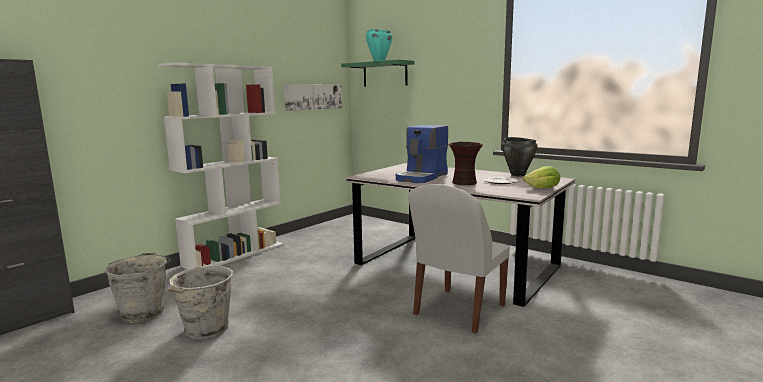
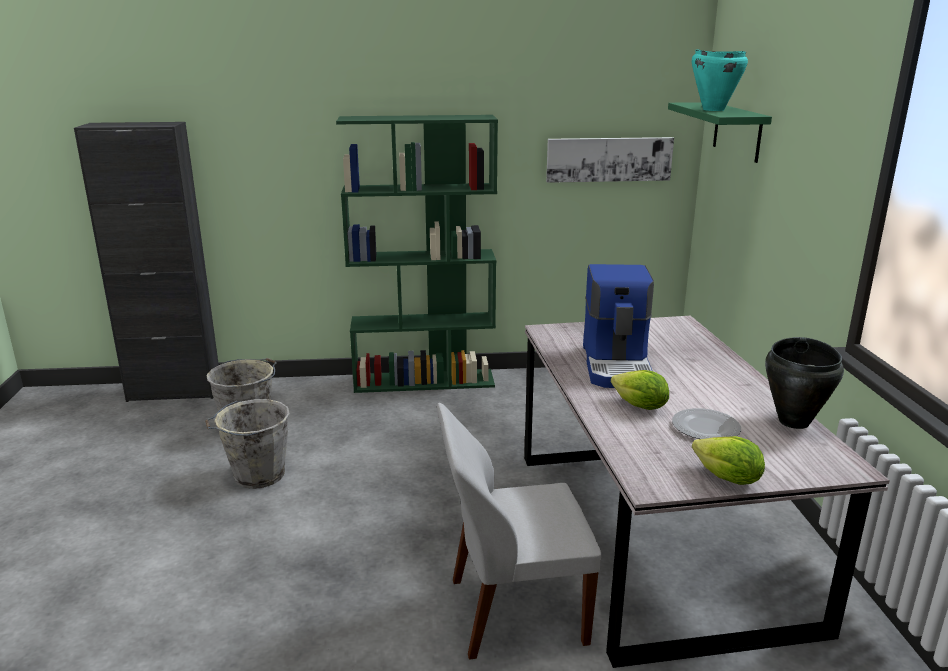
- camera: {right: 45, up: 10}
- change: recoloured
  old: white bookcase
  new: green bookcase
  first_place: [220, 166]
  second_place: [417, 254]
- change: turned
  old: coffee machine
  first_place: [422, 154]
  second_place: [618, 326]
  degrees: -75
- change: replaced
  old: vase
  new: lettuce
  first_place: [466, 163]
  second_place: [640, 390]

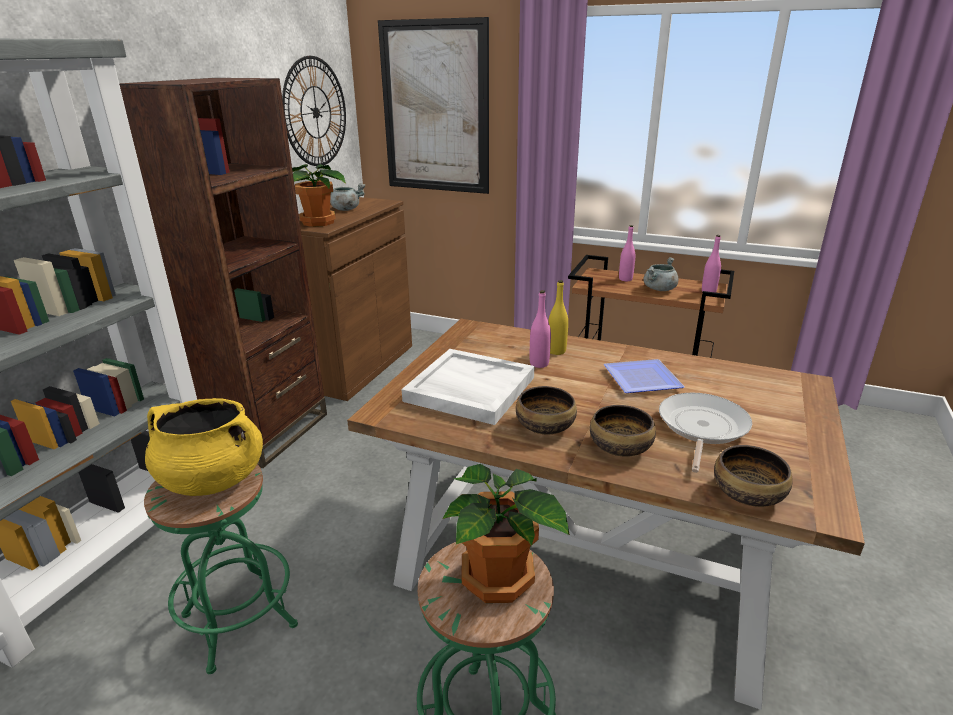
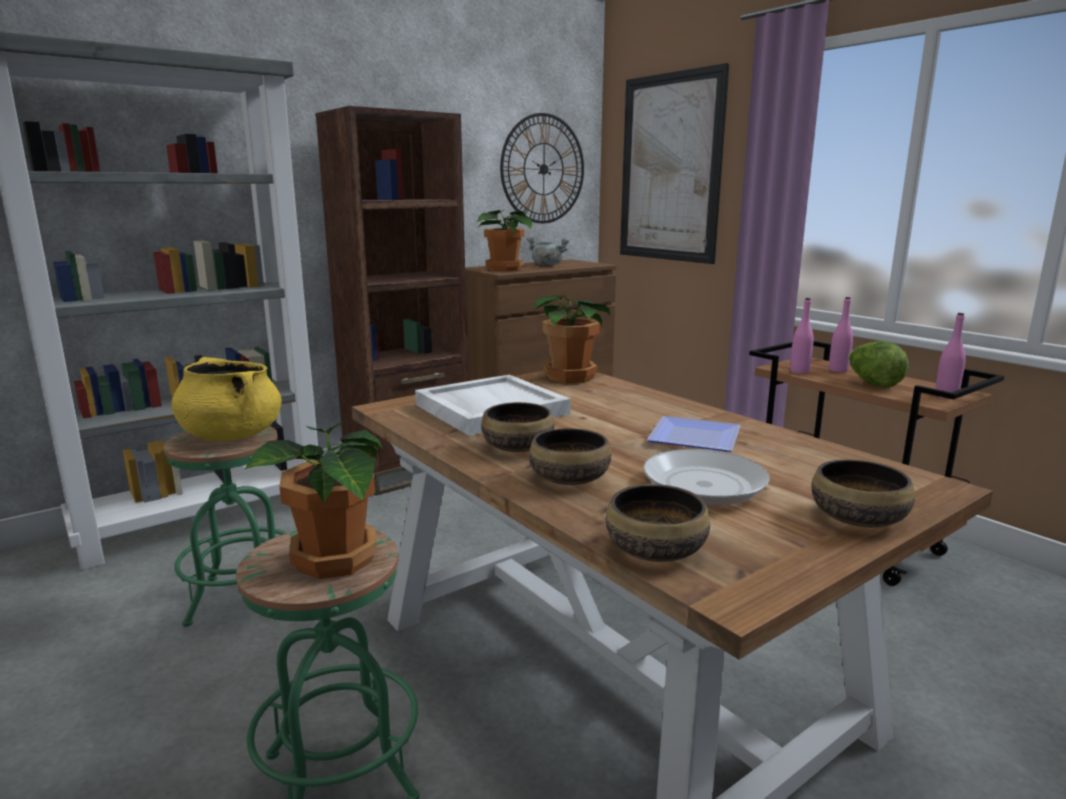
- camera: {right: 30, up: -10}
- change: moved
  old: pink bottle
  first_place: [540, 329]
  second_place: [802, 336]
- change: removed
  old: yellow bottle
  first_place: [558, 317]
- change: replaced
  old: grey cooking pot
  new: lettuce
  first_place: [661, 274]
  second_place: [878, 364]
- change: added
  new: potted plant
  second_place: [572, 338]
- change: added
  new: bowl
  second_place: [863, 493]

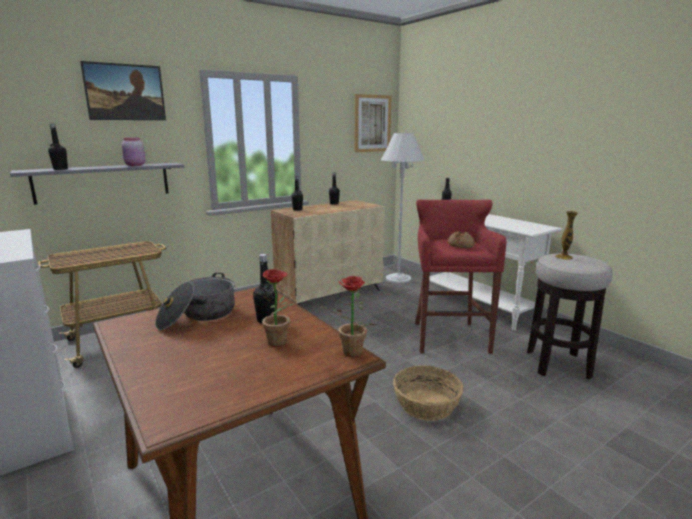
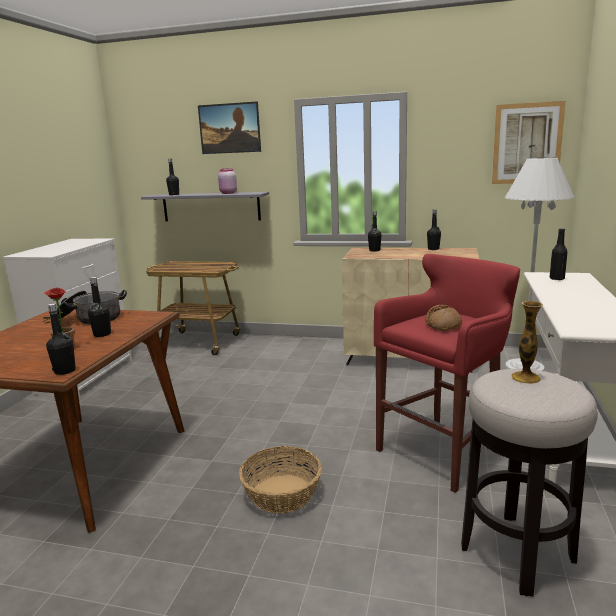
- camera: {right: 50, up: 0}
- change: replaced
  old: potted plant
  new: black bottle
  first_place: [349, 316]
  second_place: [60, 339]

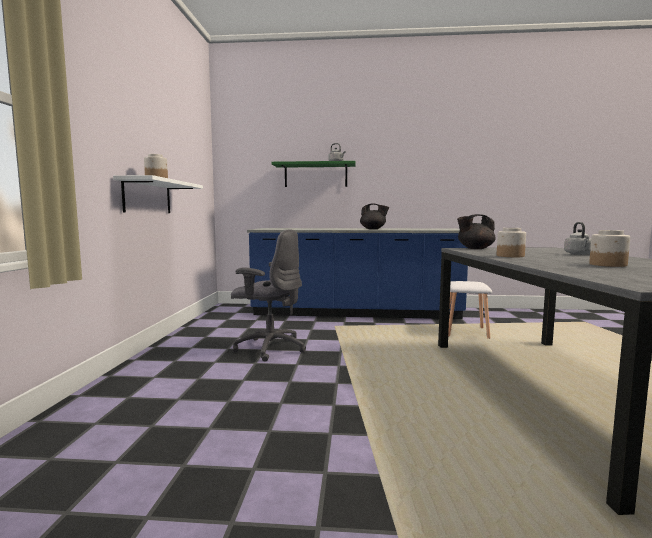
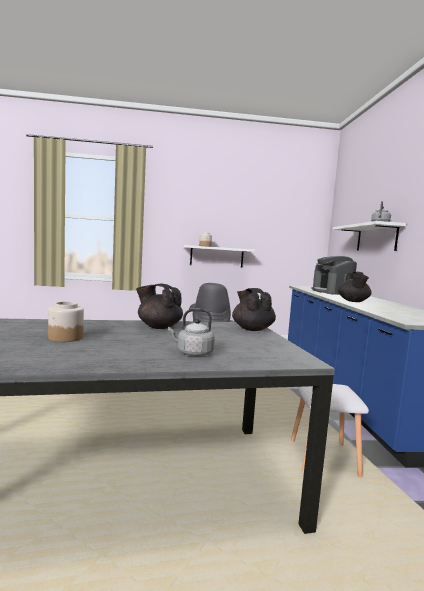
- camera: {right: 80, up: 0}
- change: recoloured
  old: green shelf
  new: white shelf
  first_place: [314, 174]
  second_place: [369, 236]
- change: replaced
  old: jar
  new: black teapot
  first_place: [511, 242]
  second_place: [159, 306]
- change: added
  new: coffee machine
  second_place: [334, 275]

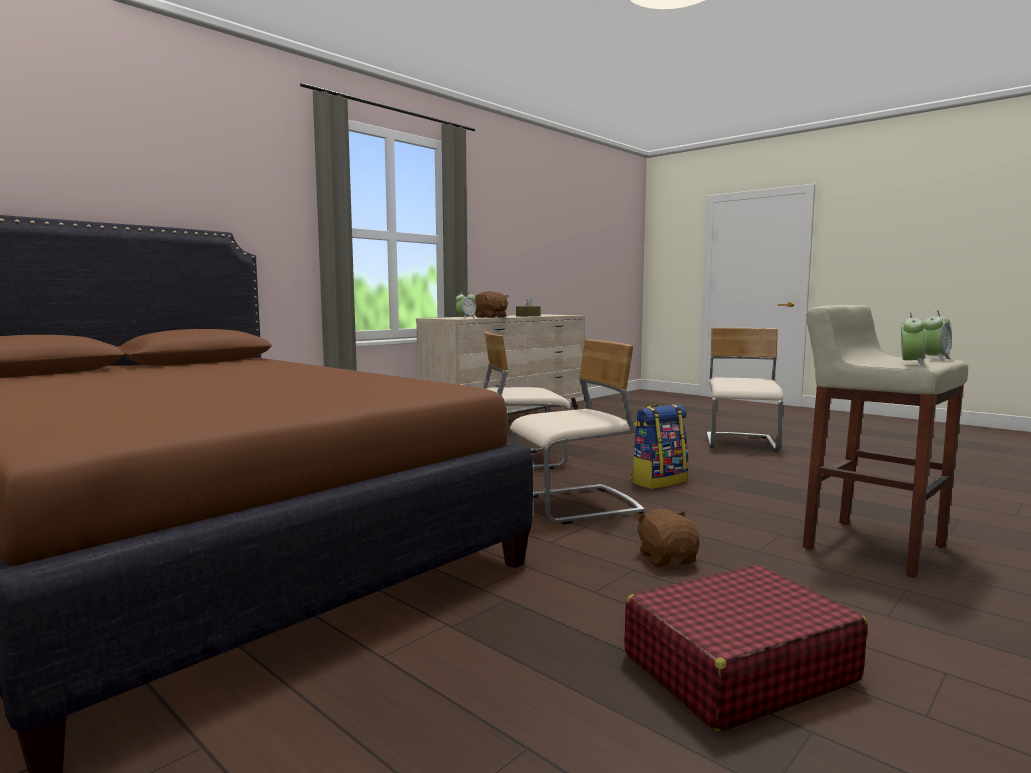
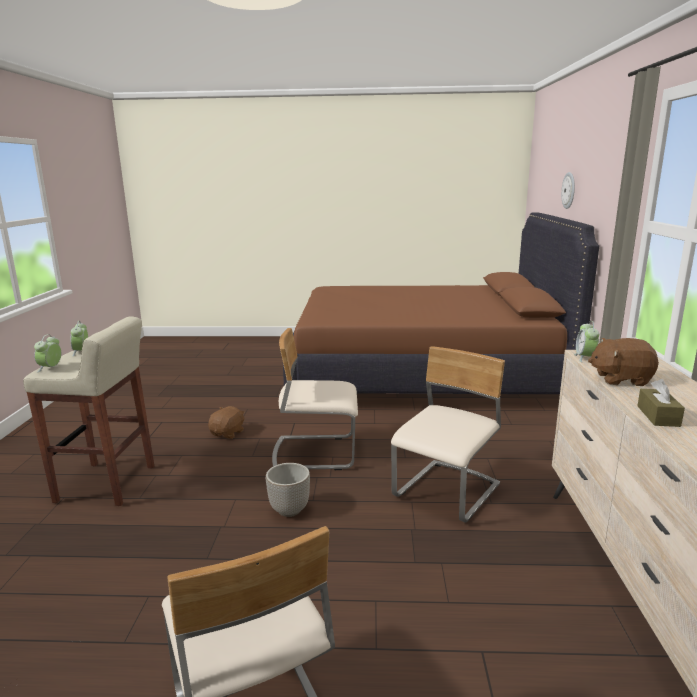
- camera: {right: 140, up: 10}
- change: turned
  old: beige chair
  first_place: [577, 432]
  second_place: [315, 399]
  degrees: 60
- change: removed
  old: red suitcase
  first_place: [746, 648]
- change: replaced
  old: backpack
  new: planter
  first_place: [659, 446]
  second_place: [288, 490]
- change: turned
  old: brown plush toy
  first_place: [667, 538]
  second_place: [226, 422]
  degrees: -105
- change: added
  new: wall clock
  second_place: [568, 190]

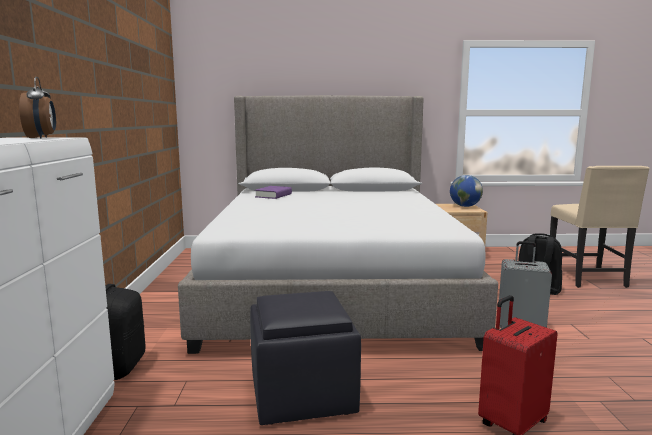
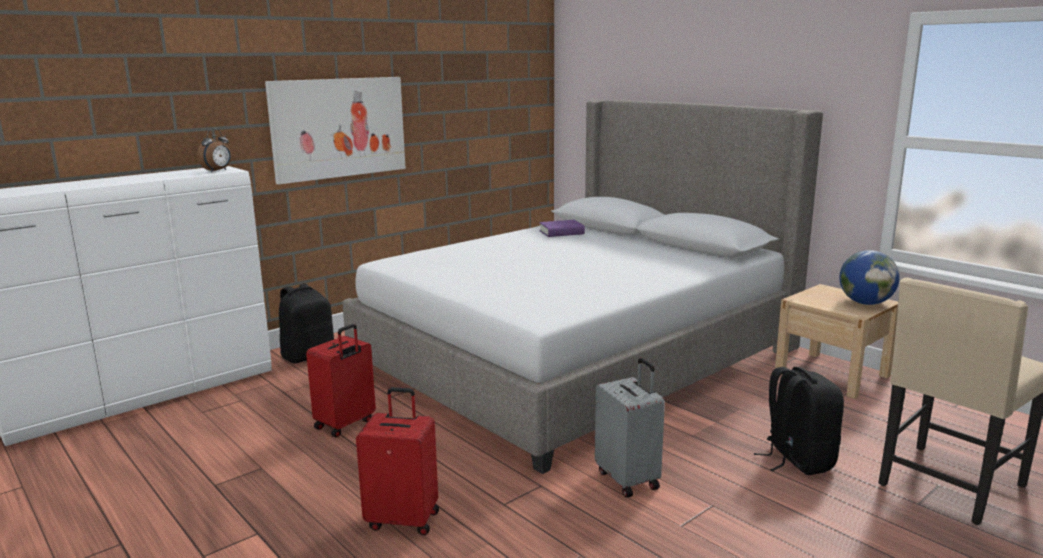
- camera: {right: 50, up: 5}
- change: replaced
  old: black ottoman
  new: red suitcase
  first_place: [305, 358]
  second_place: [341, 380]
- change: added
  new: picture
  second_place: [335, 130]

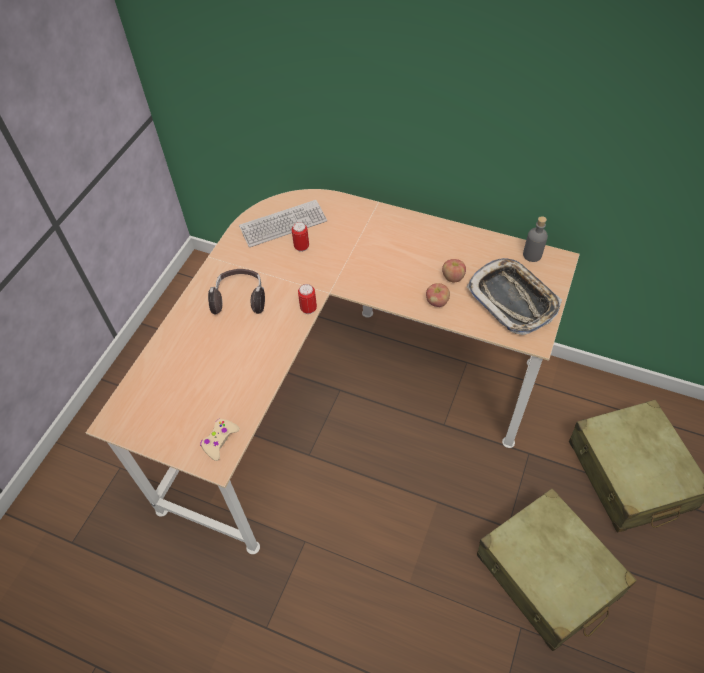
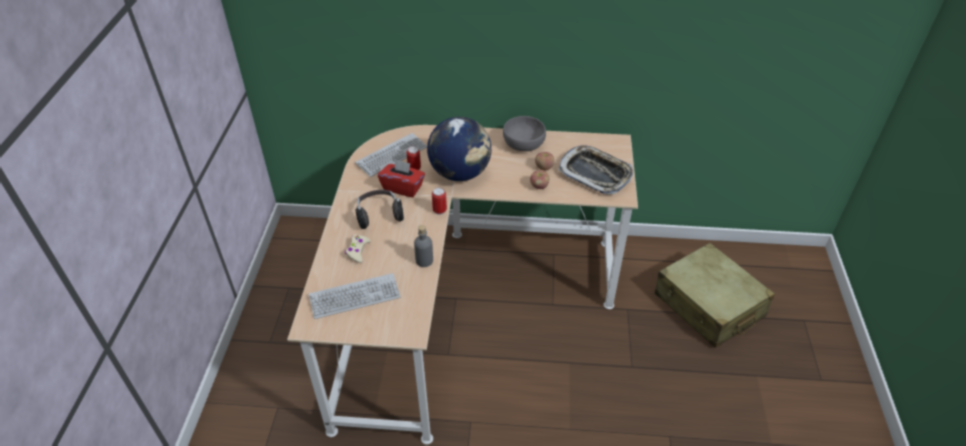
- camera: {right: -20, up: -10}
- change: moved
  old: beige game controller
  first_place: [220, 440]
  second_place: [358, 248]
- change: removed
  old: beige suitcase
  first_place: [557, 569]
- change: moved
  old: grey bottle
  first_place: [535, 239]
  second_place: [423, 246]
- change: added
  new: keyboard
  second_place: [354, 296]
- change: added
  new: red tissue box
  second_place: [401, 178]
- change: added
  new: globe
  second_place: [459, 149]
- change: added
  new: grey bowl
  second_place: [524, 133]

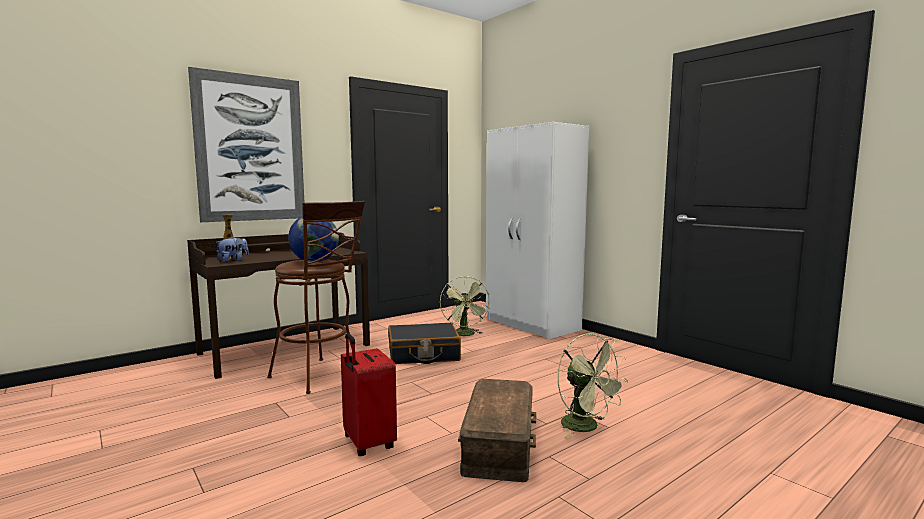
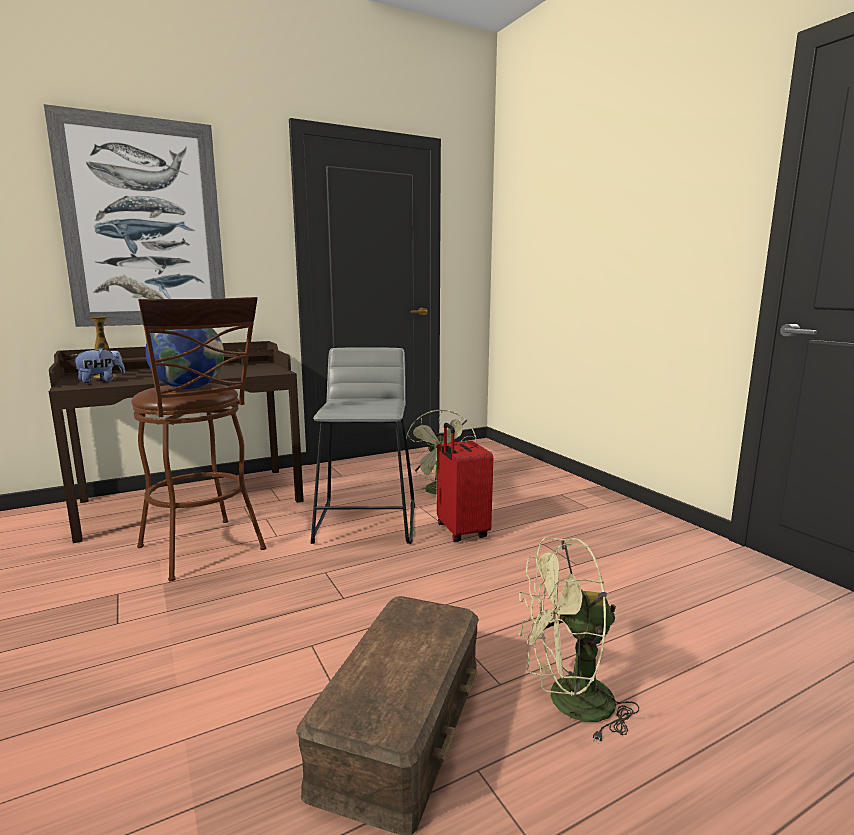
- camera: {right: 10, up: 5}
- change: moved
  old: red suitcase
  first_place: [369, 394]
  second_place: [465, 482]
- change: replaced
  old: black suitcase
  new: grey stool
  first_place: [424, 343]
  second_place: [363, 445]
- change: removed
  old: white wardrobe
  first_place: [537, 230]
- change: turned
  old: green fan
  first_place: [593, 385]
  second_place: [579, 640]
  degrees: 105

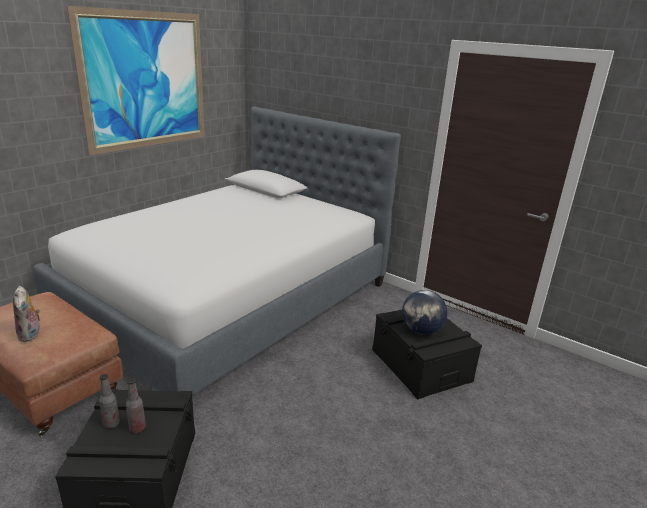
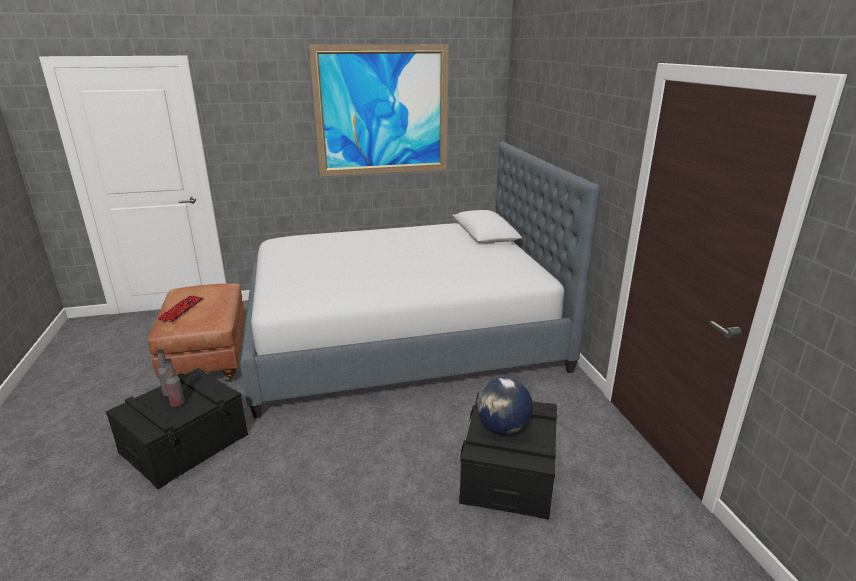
- camera: {right: 40, up: 0}
- change: replaced
  old: plush toy
  new: keyboard
  first_place: [26, 314]
  second_place: [180, 308]

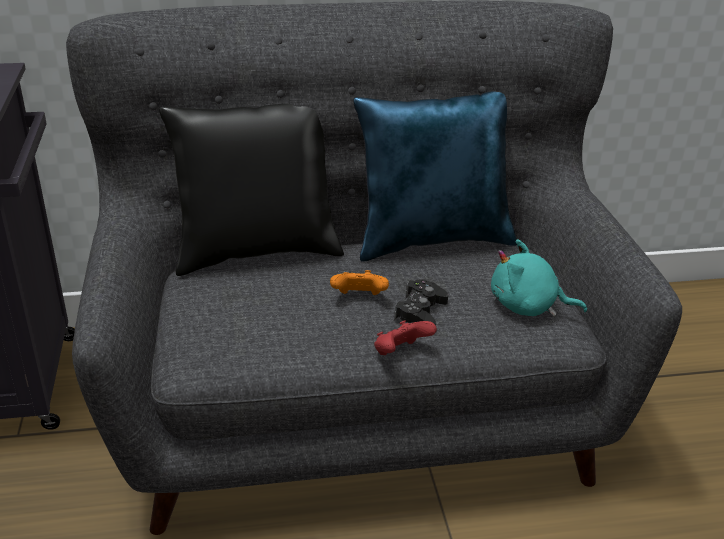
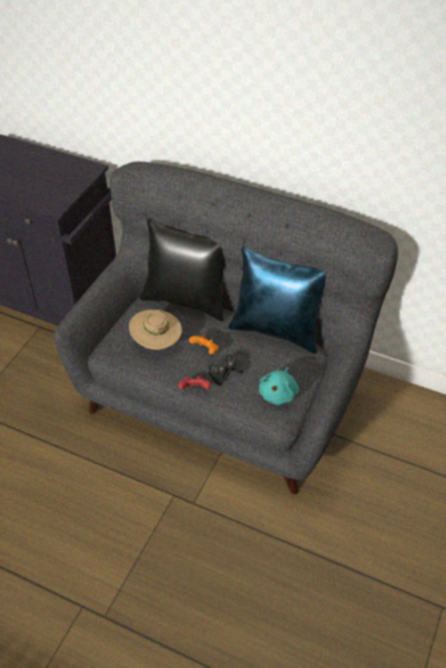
- camera: {right: 35, up: 15}
- change: turned
  old: turquoise plush toy
  first_place: [539, 278]
  second_place: [279, 386]
  degrees: -120
- change: added
  new: beige hat
  second_place: [155, 330]

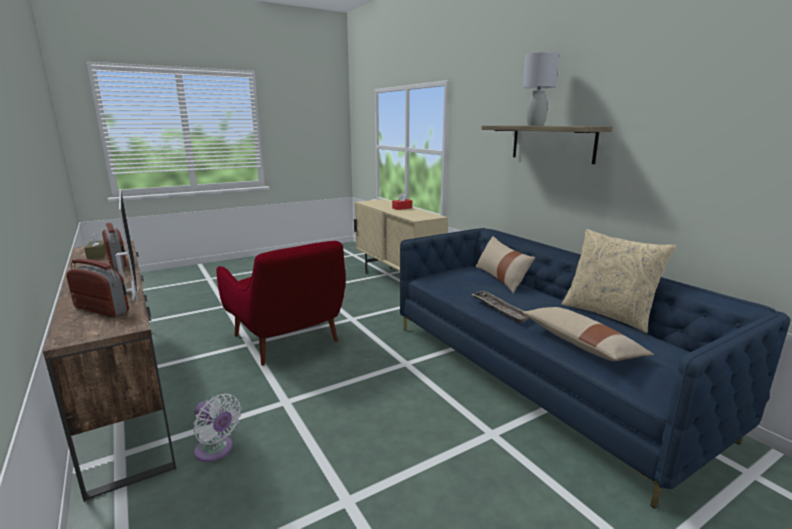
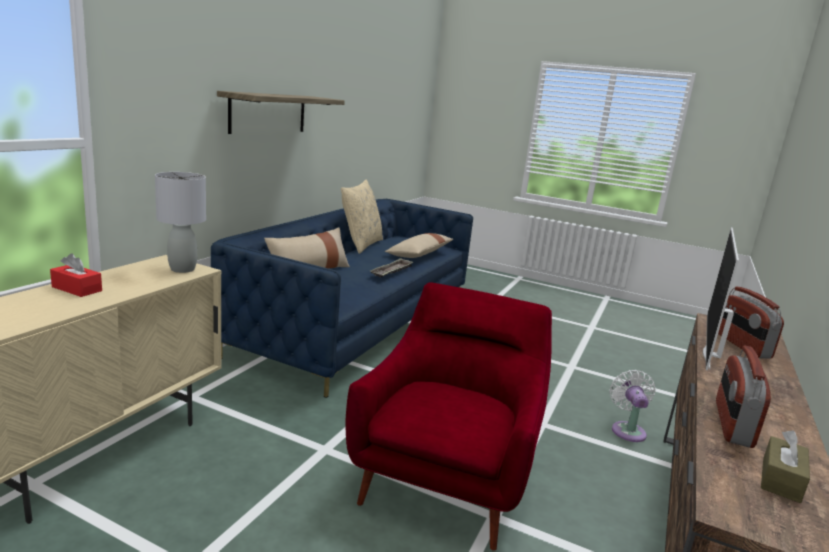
- camera: {right: -125, up: 0}
- change: moved
  old: grey table lamp
  first_place: [541, 89]
  second_place: [180, 222]

